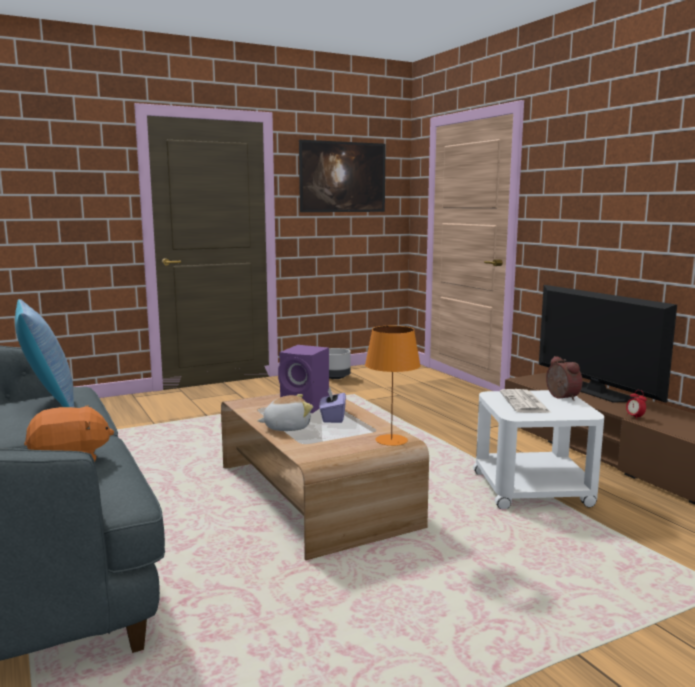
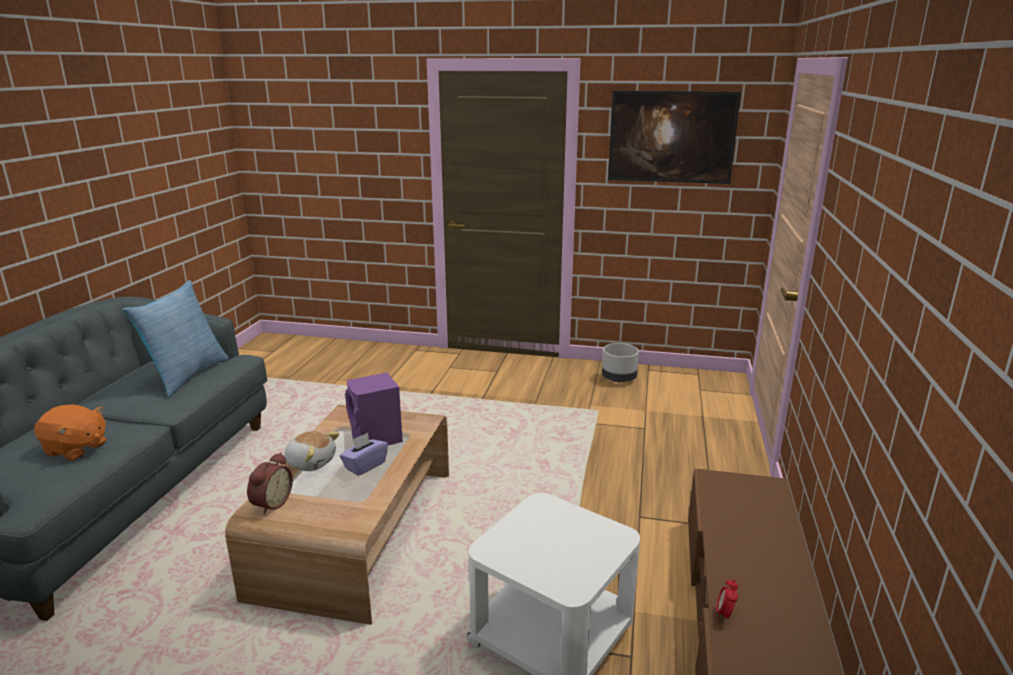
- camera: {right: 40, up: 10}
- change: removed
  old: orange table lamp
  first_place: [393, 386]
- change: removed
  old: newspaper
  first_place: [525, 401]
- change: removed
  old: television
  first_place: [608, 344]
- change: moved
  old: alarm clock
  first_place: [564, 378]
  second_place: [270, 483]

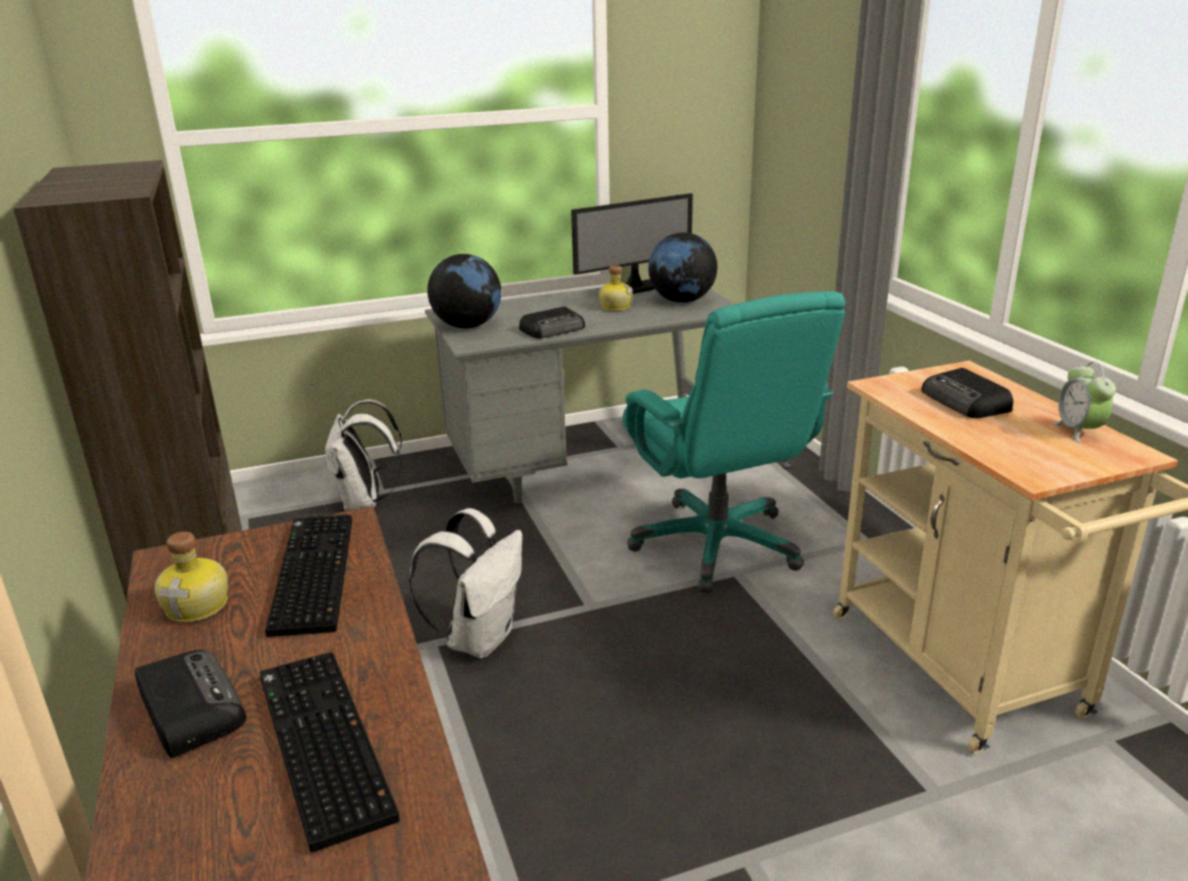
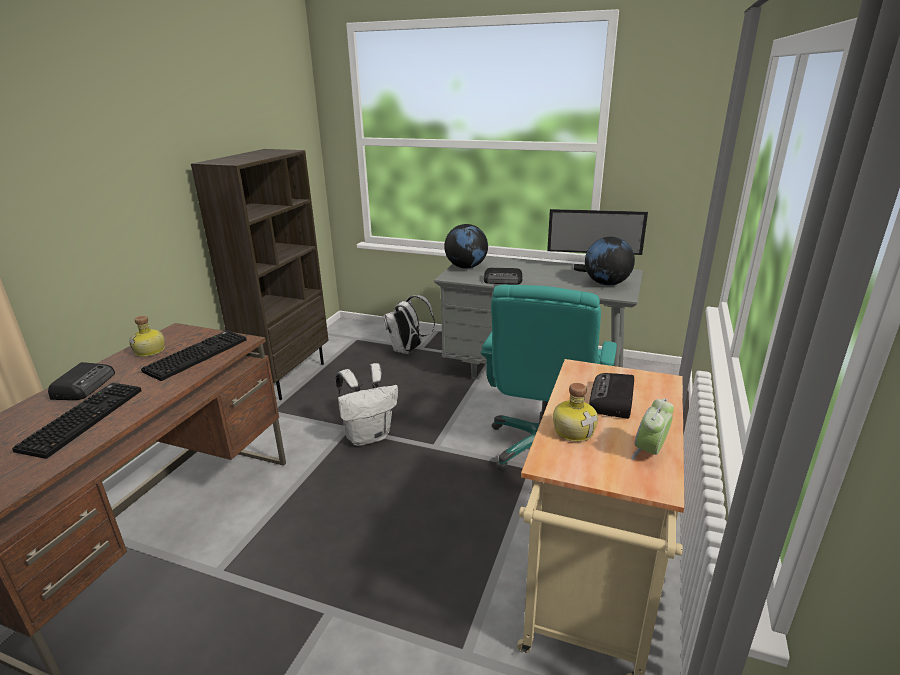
- camera: {right: 40, up: 0}
- change: moved
  old: bottle
  first_place: [616, 288]
  second_place: [575, 412]

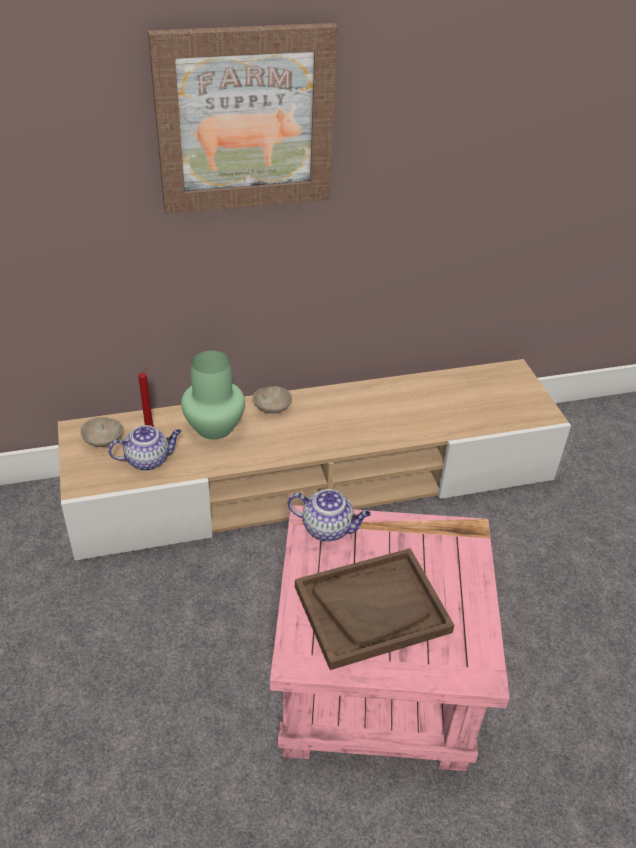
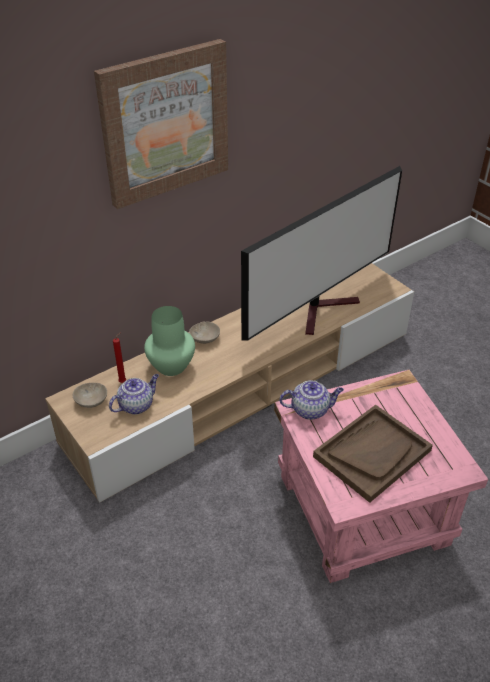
- camera: {right: -20, up: 0}
- change: added
  new: television
  second_place: [321, 253]

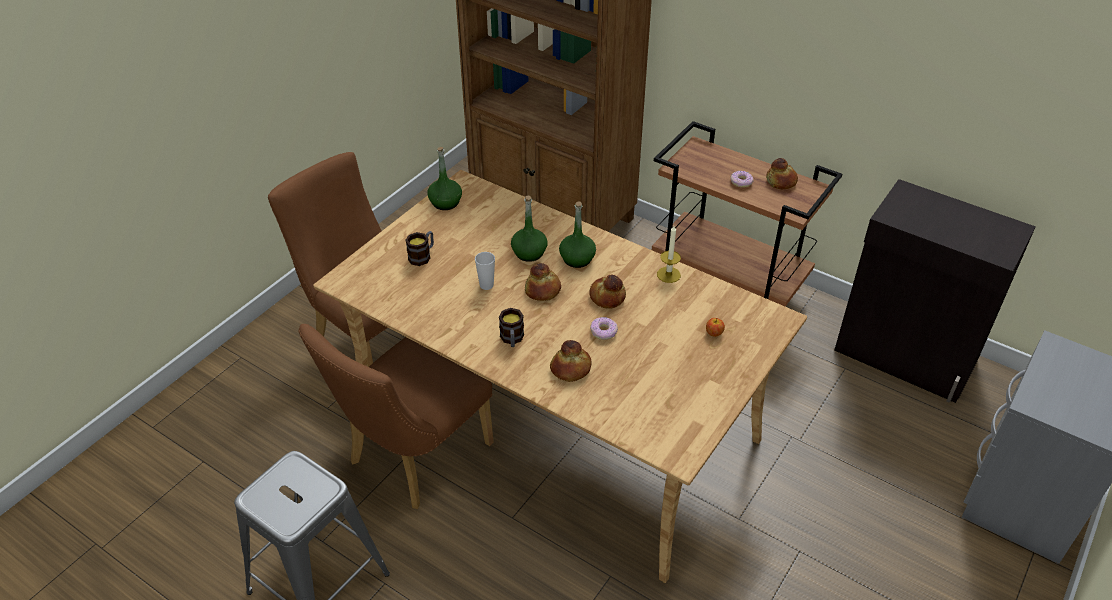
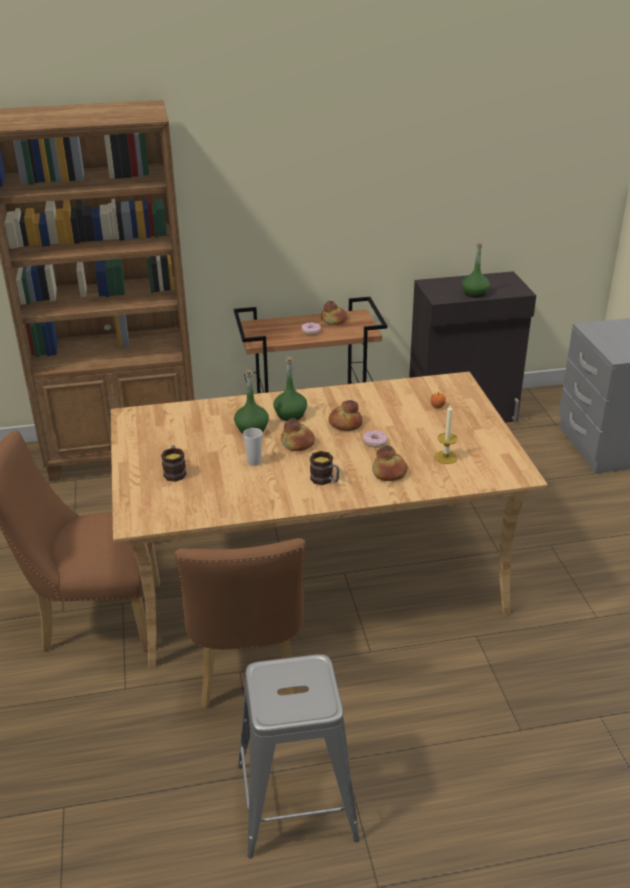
- camera: {right: -45, up: -10}
- change: moved
  old: green bottle
  first_place: [444, 178]
  second_place: [476, 270]
- change: moved
  old: candle
  first_place: [669, 254]
  second_place: [446, 434]

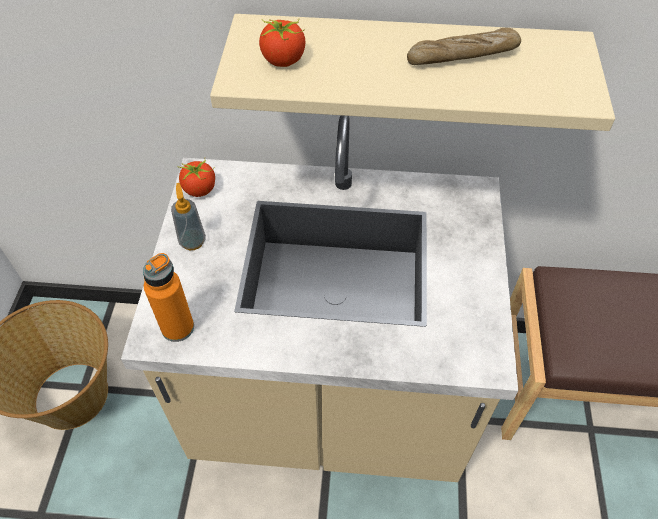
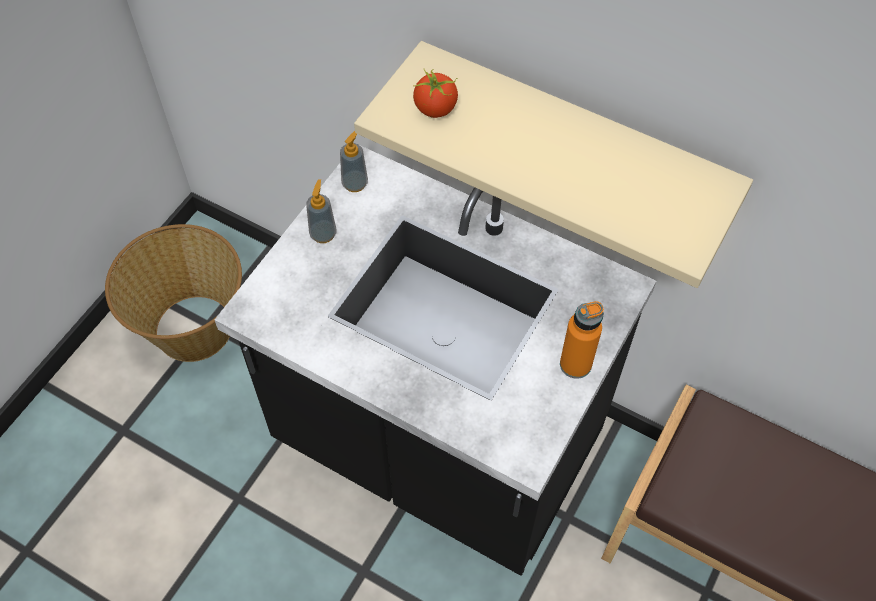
- camera: {right: 25, up: 5}
- change: recoloured
  old: beige counter
  new: black counter
  first_place: [319, 298]
  second_place: [435, 359]
- change: moved
  old: orange bottle
  first_place: [168, 297]
  second_place: [582, 340]
- change: replaced
  old: tomato
  new: soap dispenser
  first_place: [196, 177]
  second_place: [354, 161]
- change: removed
  old: bread
  first_place: [464, 46]

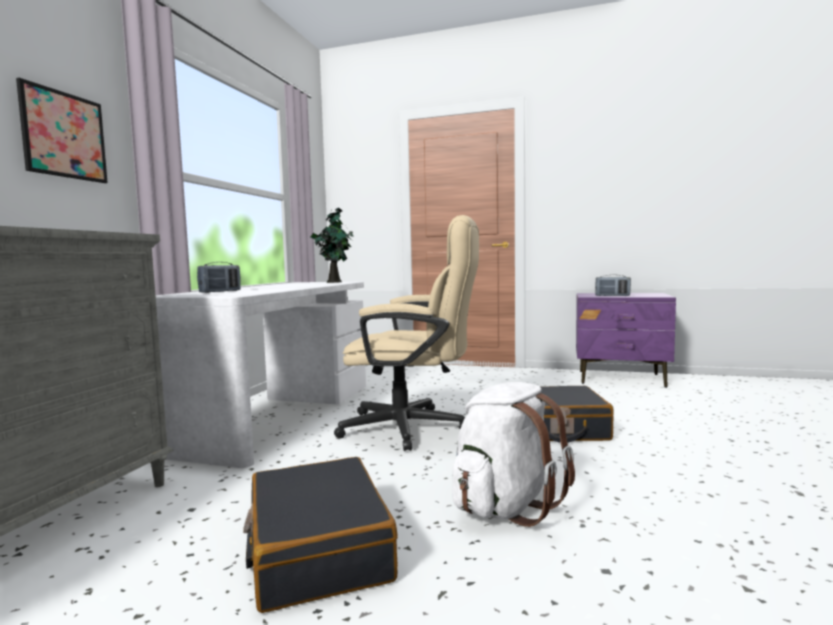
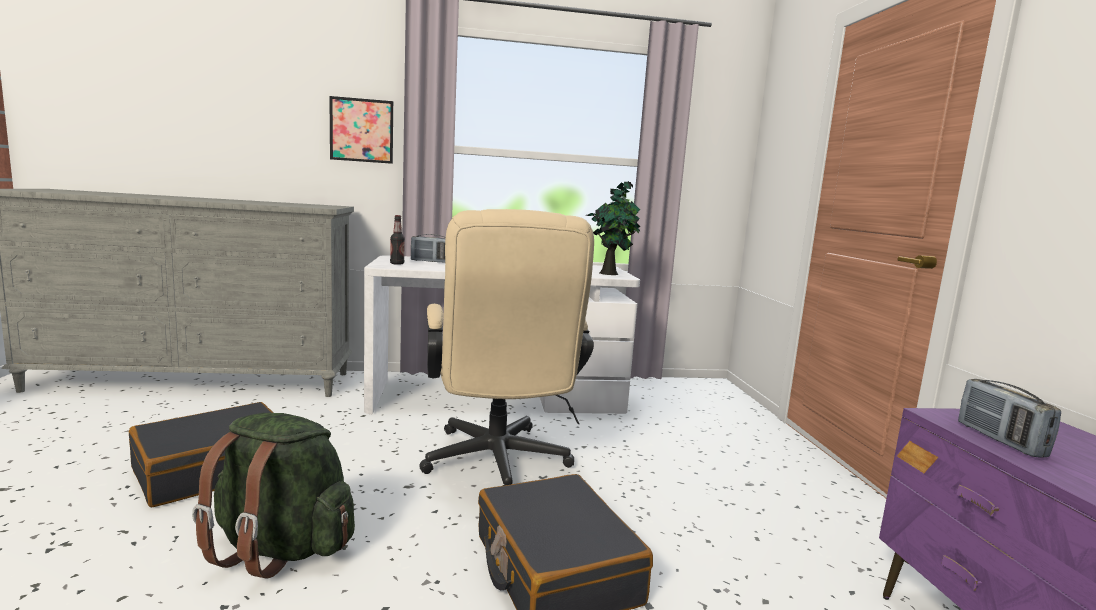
- camera: {right: 65, up: 5}
- change: recoloured
  old: white backpack
  new: green backpack
  first_place: [513, 454]
  second_place: [273, 496]
- change: added
  new: bottle
  second_place: [397, 240]

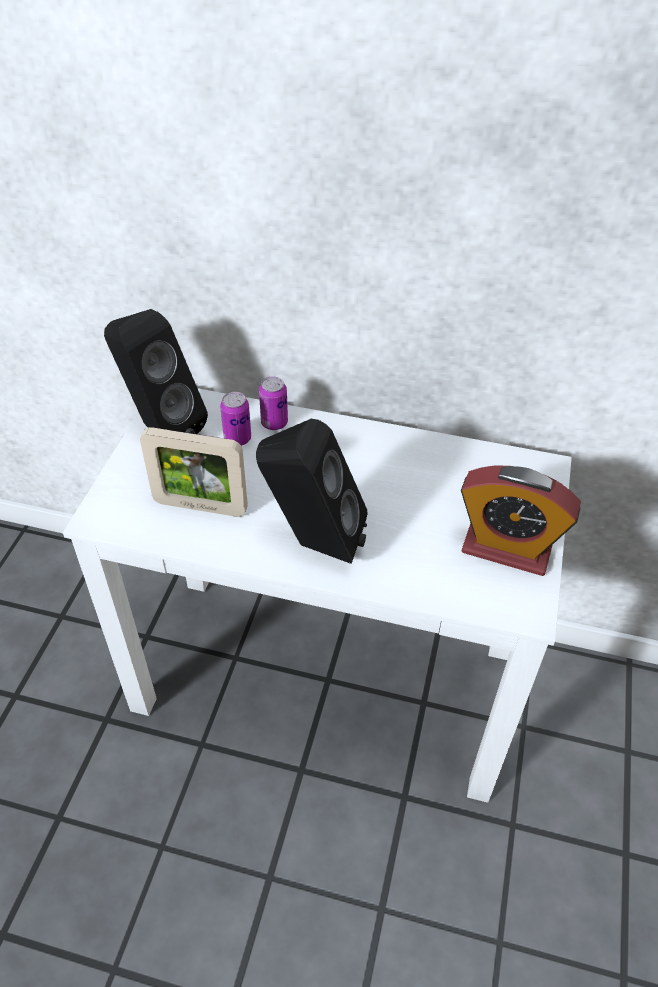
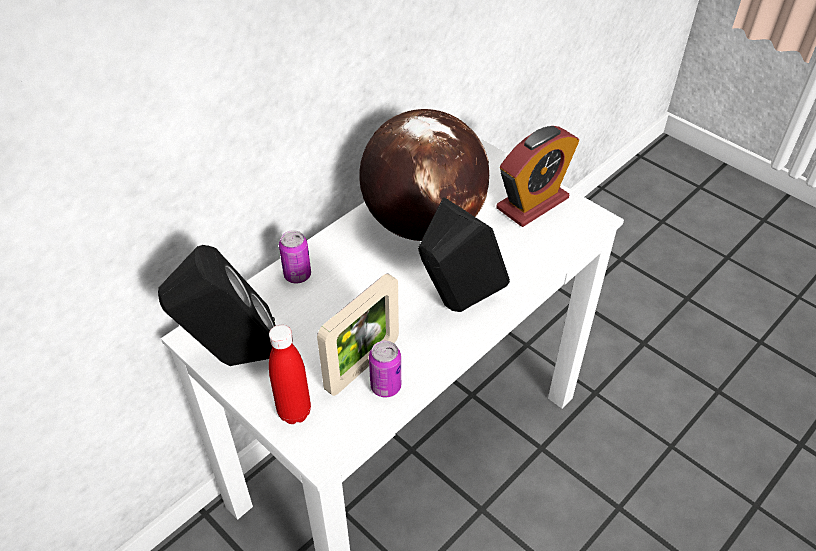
- camera: {right: -60, up: 0}
- change: moved
  old: can
  first_place: [235, 419]
  second_place: [385, 369]
- change: added
  new: red bottle
  second_place: [290, 374]
- change: added
  new: globe
  second_place: [424, 175]

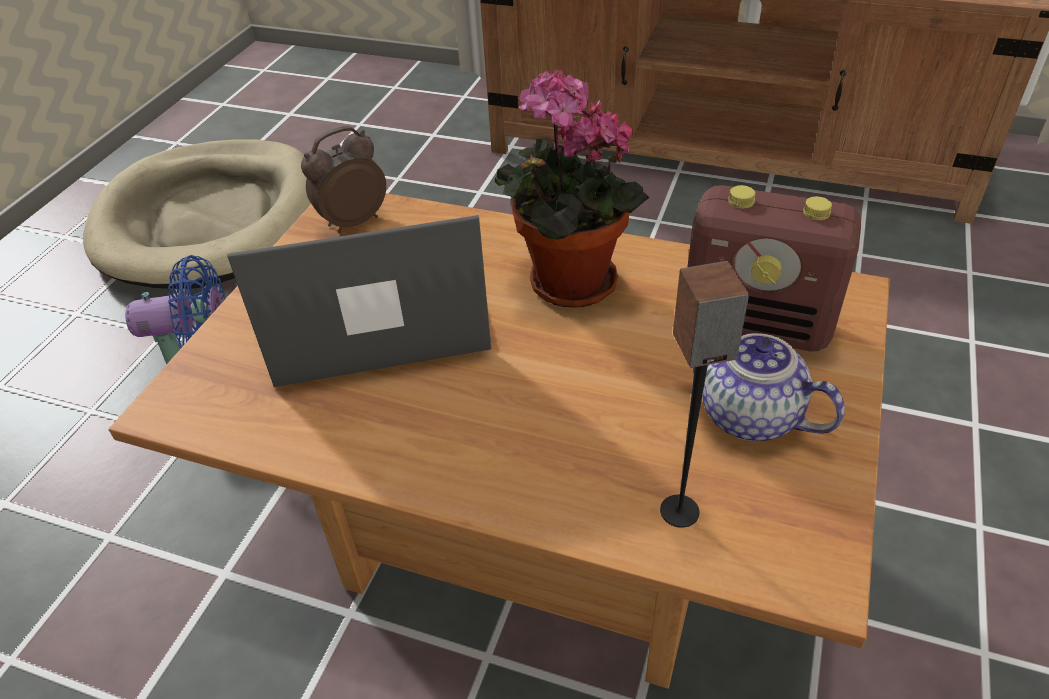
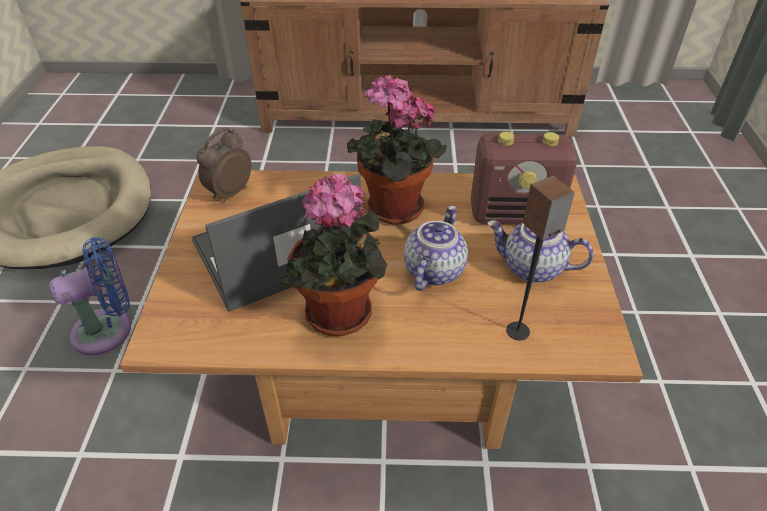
- camera: {right: -20, up: 0}
- change: added
  new: potted plant
  second_place: [333, 254]
- change: added
  new: teapot
  second_place: [436, 248]

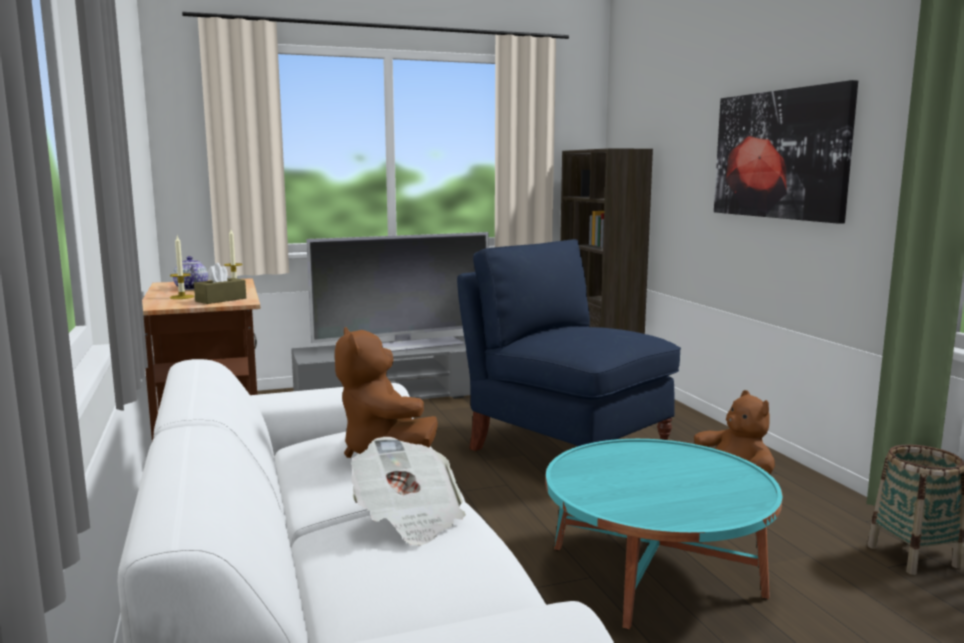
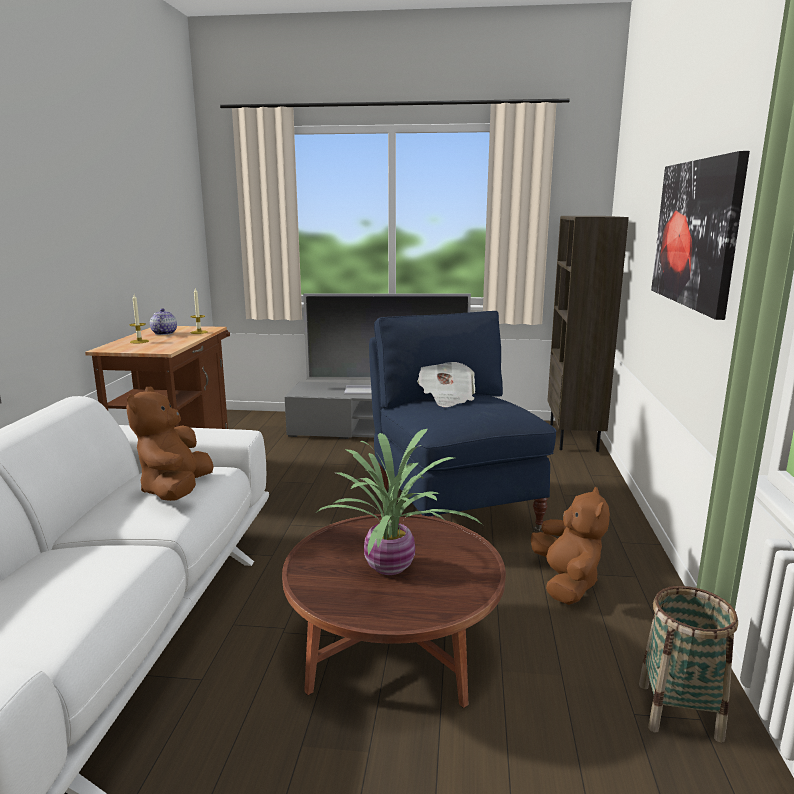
- camera: {right: 25, up: 5}
- change: removed
  old: brown tissue box
  first_place: [220, 283]
- change: moved
  old: newspaper
  first_place: [408, 491]
  second_place: [446, 384]
- change: recoloured
  old: turquoise coffee table
  new: brown coffee table
  first_place: [664, 534]
  second_place: [394, 611]
- change: added
  new: potted plant
  second_place: [400, 502]

